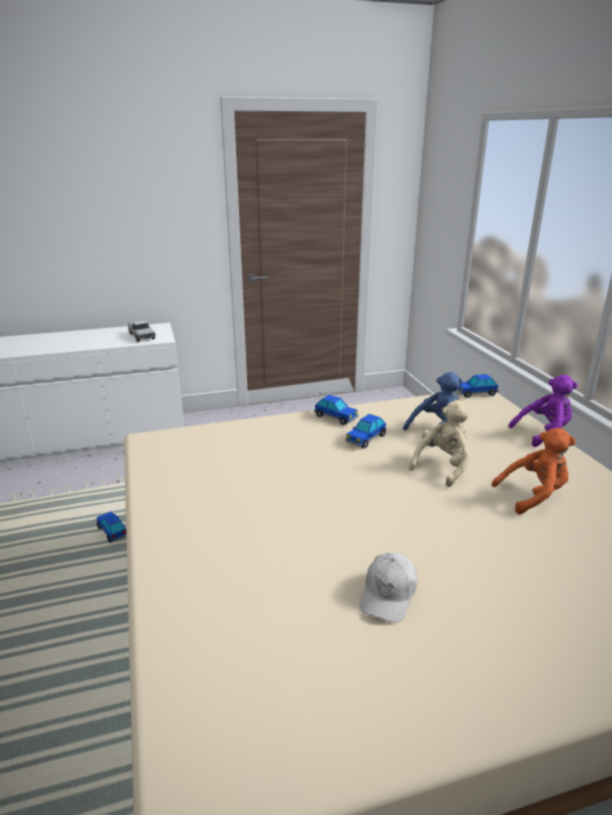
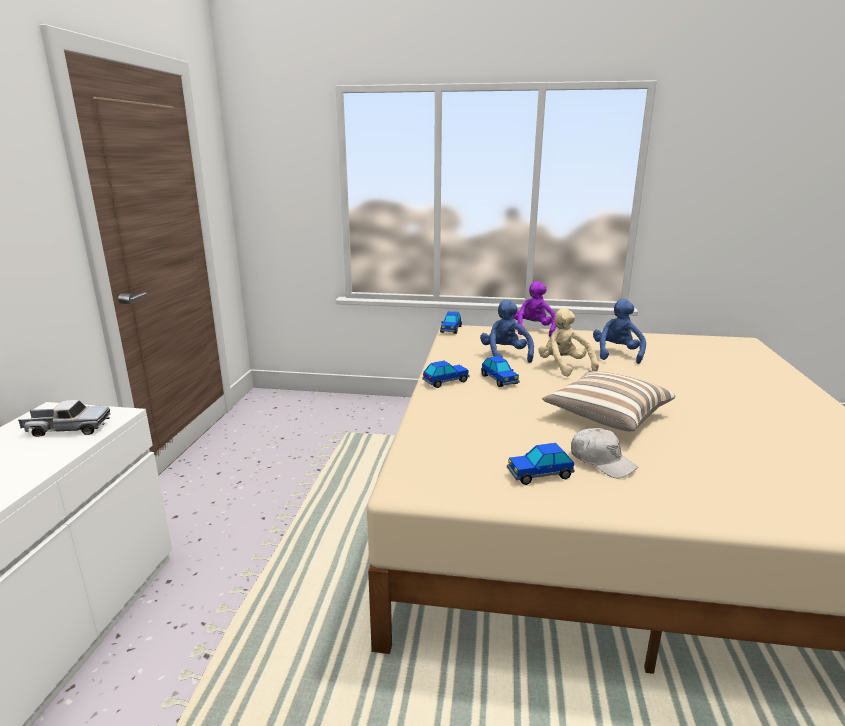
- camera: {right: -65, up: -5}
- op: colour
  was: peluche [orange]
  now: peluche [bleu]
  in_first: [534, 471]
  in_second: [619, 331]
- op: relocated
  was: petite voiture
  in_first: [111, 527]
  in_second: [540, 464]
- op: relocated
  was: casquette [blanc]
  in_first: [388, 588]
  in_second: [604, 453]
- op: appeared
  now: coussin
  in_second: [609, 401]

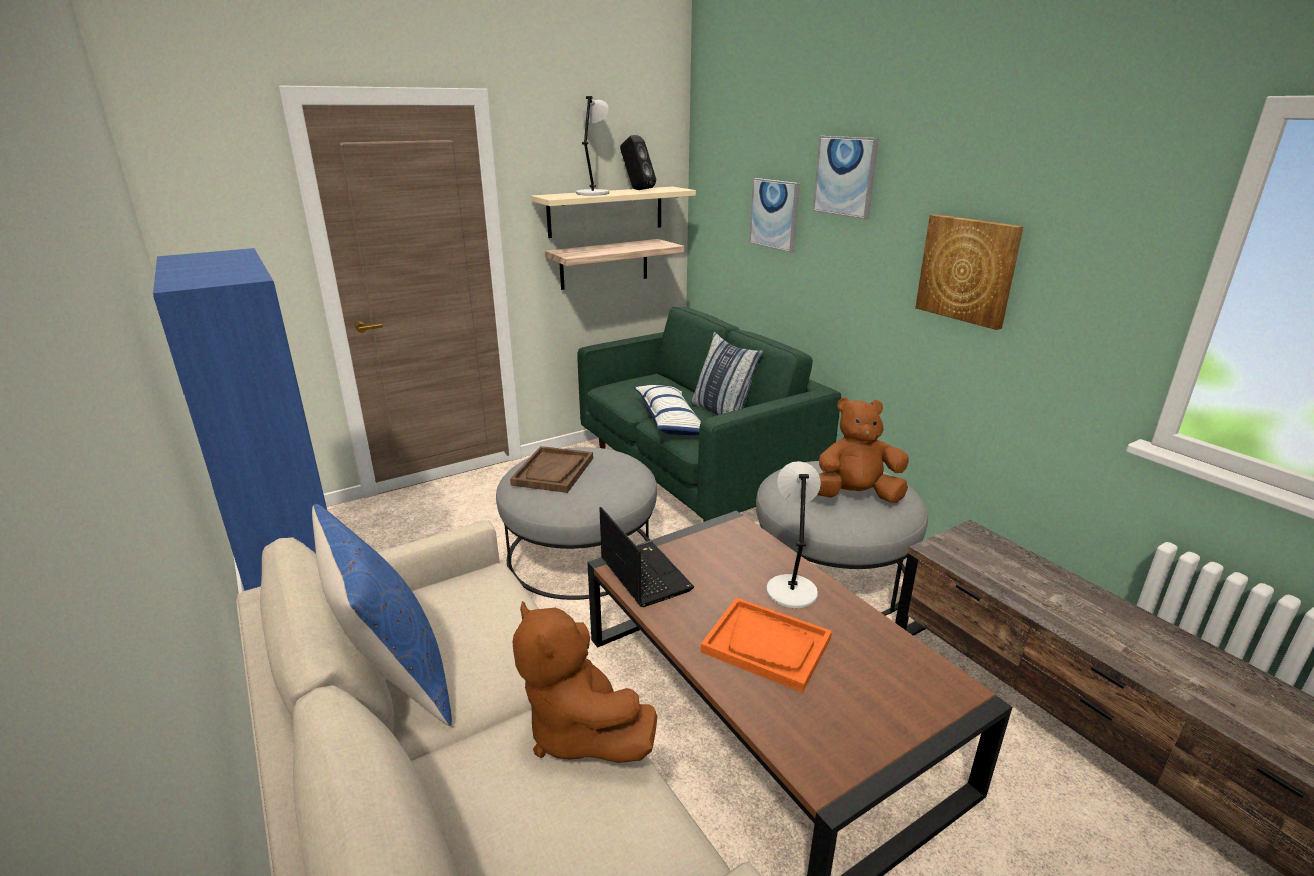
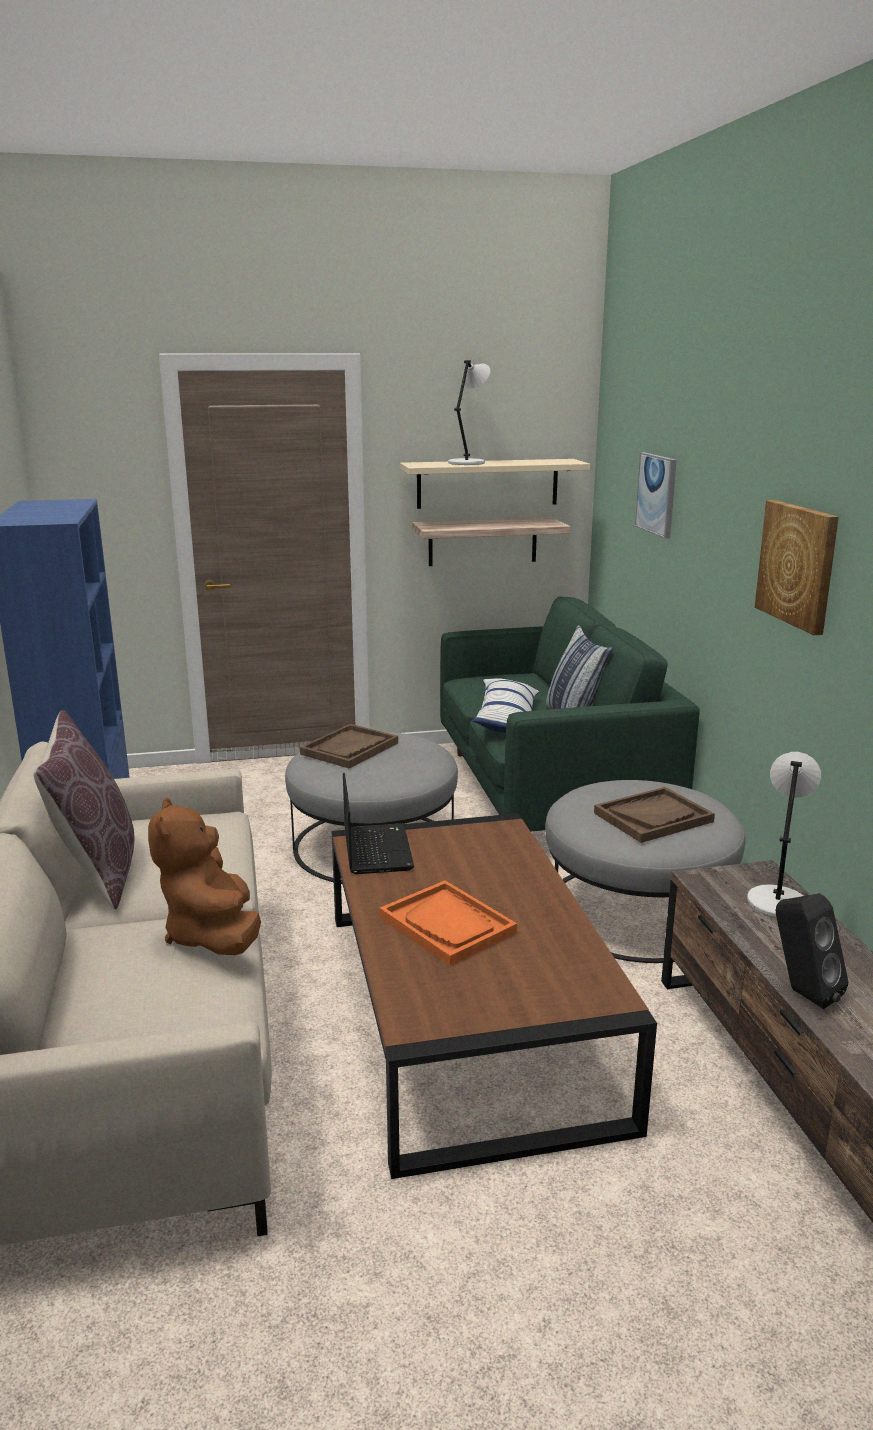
- camera: {right: 20, up: -5}
- op: relocated
  was: enceinte [noir]
  in_first: [638, 162]
  in_second: [812, 951]
- op: missing
  was: tableau
  in_first: [846, 177]
- op: exchanged
  was: peluche [marron]
  now: plateau [marron]
  in_first: [863, 450]
  in_second: [654, 815]
- op: relocated
  was: lampe de table [gris]
  in_first: [793, 534]
  in_second: [784, 834]
- op: colour
  was: coussin [bleu]
  now: coussin [marron]
  in_first: [382, 615]
  in_second: [84, 810]

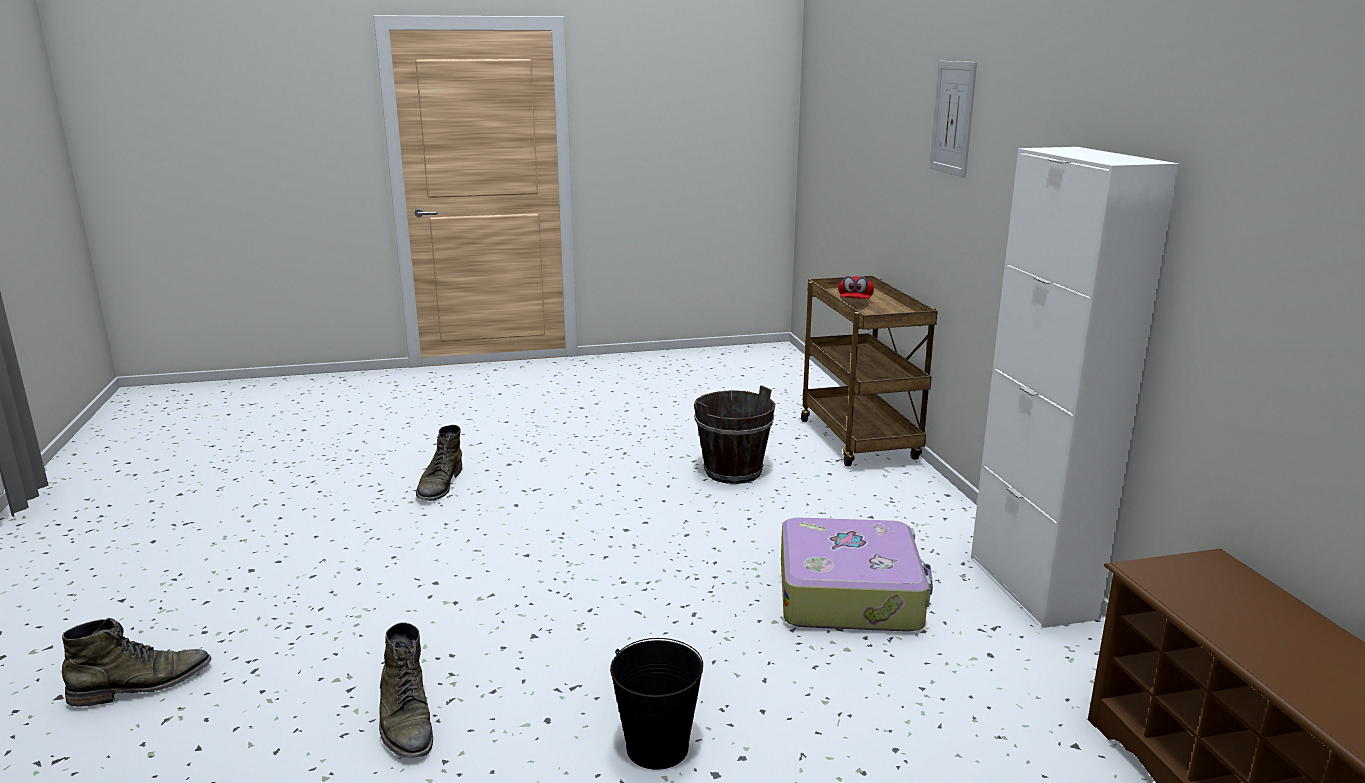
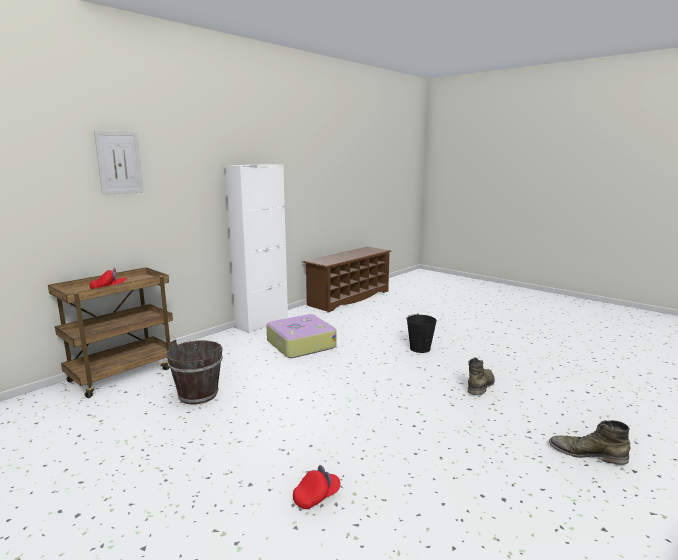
- camera: {right: -125, up: -5}
- op: exchanged
  was: botte [vert]
  now: casquette [rouge]
  in_first: [439, 463]
  in_second: [316, 487]

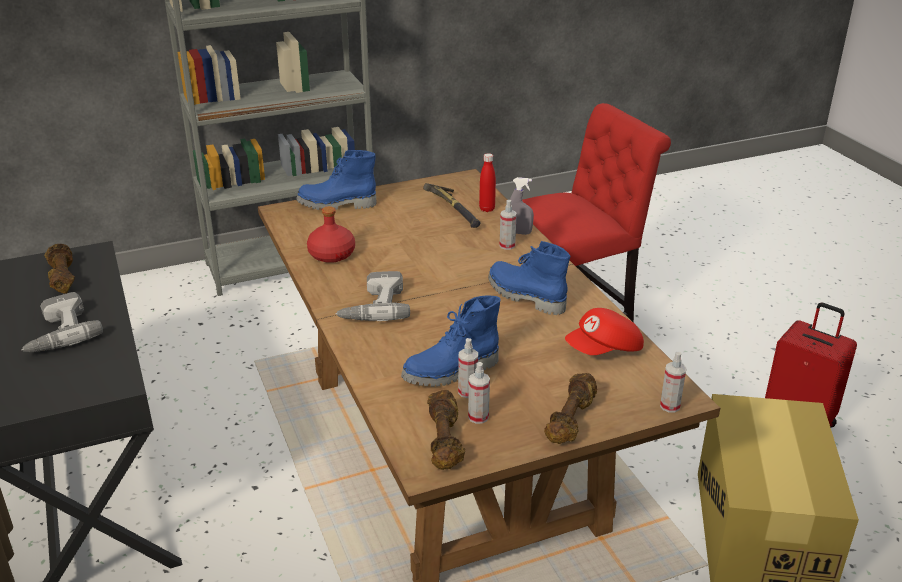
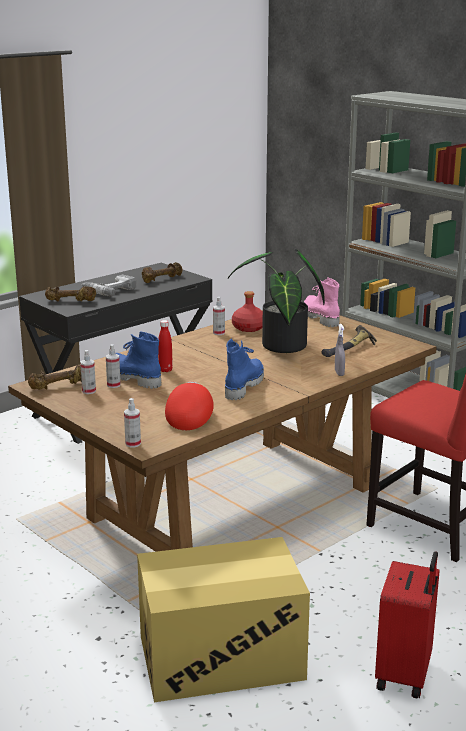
- camera: {right: 70, up: -10}
- op: colour
  was: botte [bleu]
  now: botte [rose]
  in_first: [336, 180]
  in_second: [322, 302]
- op: relocated
  was: bouteille [rouge]
  in_first: [487, 182]
  in_second: [165, 346]
- op: relocated
  was: vaporisateur
  in_first: [508, 225]
  in_second: [219, 316]
- op: missing
  was: perceuse
  in_first: [372, 296]
- op: spun
  was: casquette [rouge]
  in_first: [604, 331]
  in_second: [189, 405]
  clockwise: 60
- op: relocated
  was: haltère [marron]
  in_first: [570, 408]
  in_second: [70, 294]
- op: appeared
  now: plante en pot
  in_second: [276, 301]

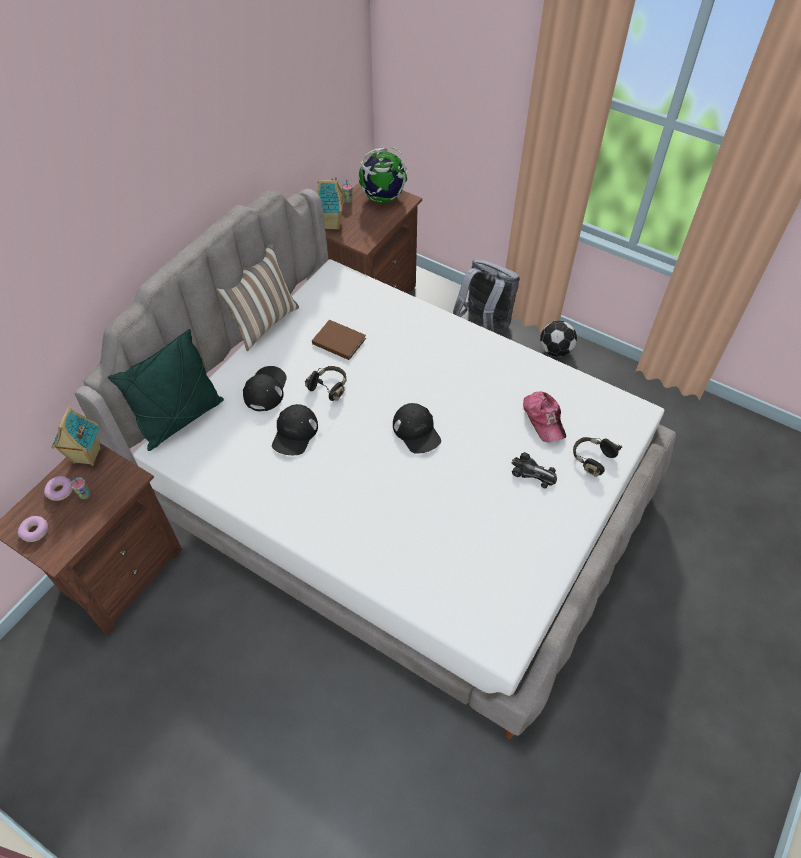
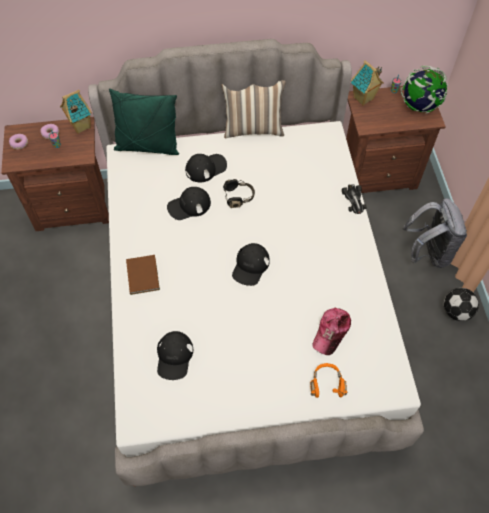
- camera: {right: 50, up: 5}
- op: relocated
  was: livre [marron]
  in_first: [339, 340]
  in_second: [143, 275]
- op: colour
  was: casque audio [noir]
  now: casque audio [orange]
  in_first: [597, 457]
  in_second: [328, 380]
- op: relocated
  was: petite voiture
  in_first: [534, 470]
  in_second: [354, 199]
- op: appeared
  now: casquette [noir]
  in_second: [175, 355]

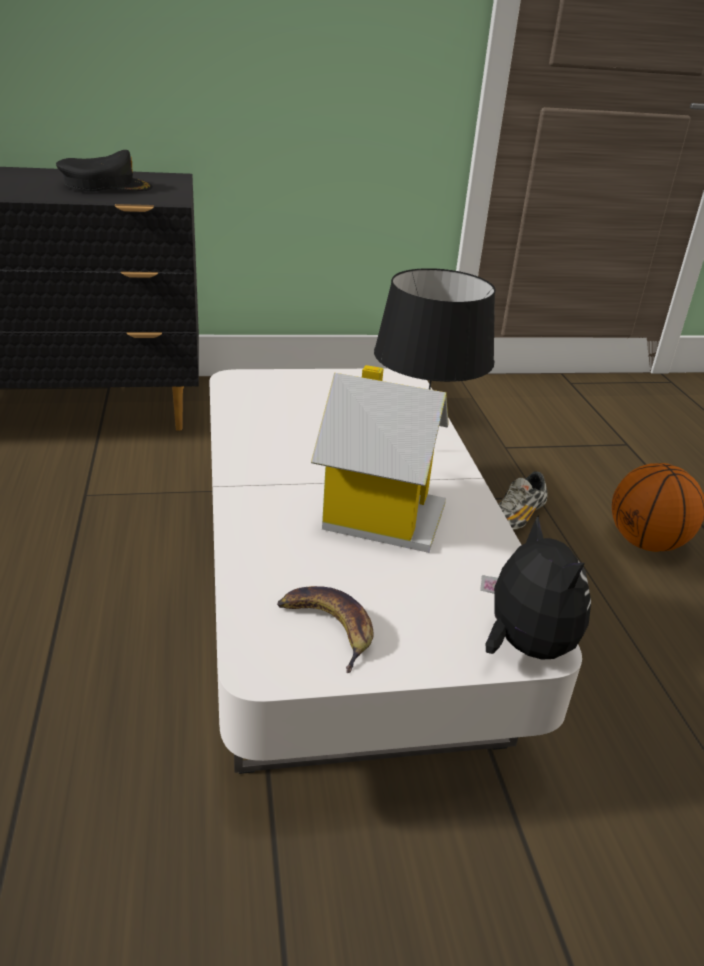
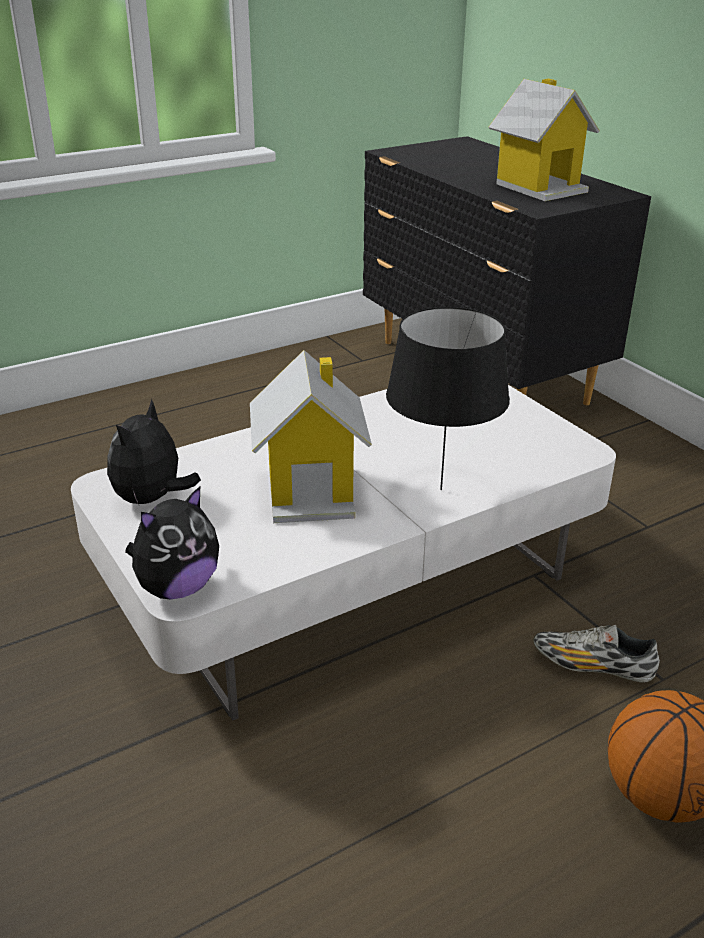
- camera: {right: 70, up: 0}
- op: exchanged
  was: casquette [noir]
  now: maison miniature
  in_first: [104, 171]
  in_second: [544, 140]
- op: exchanged
  was: banane
  now: peluche
  in_first: [325, 629]
  in_second: [154, 452]

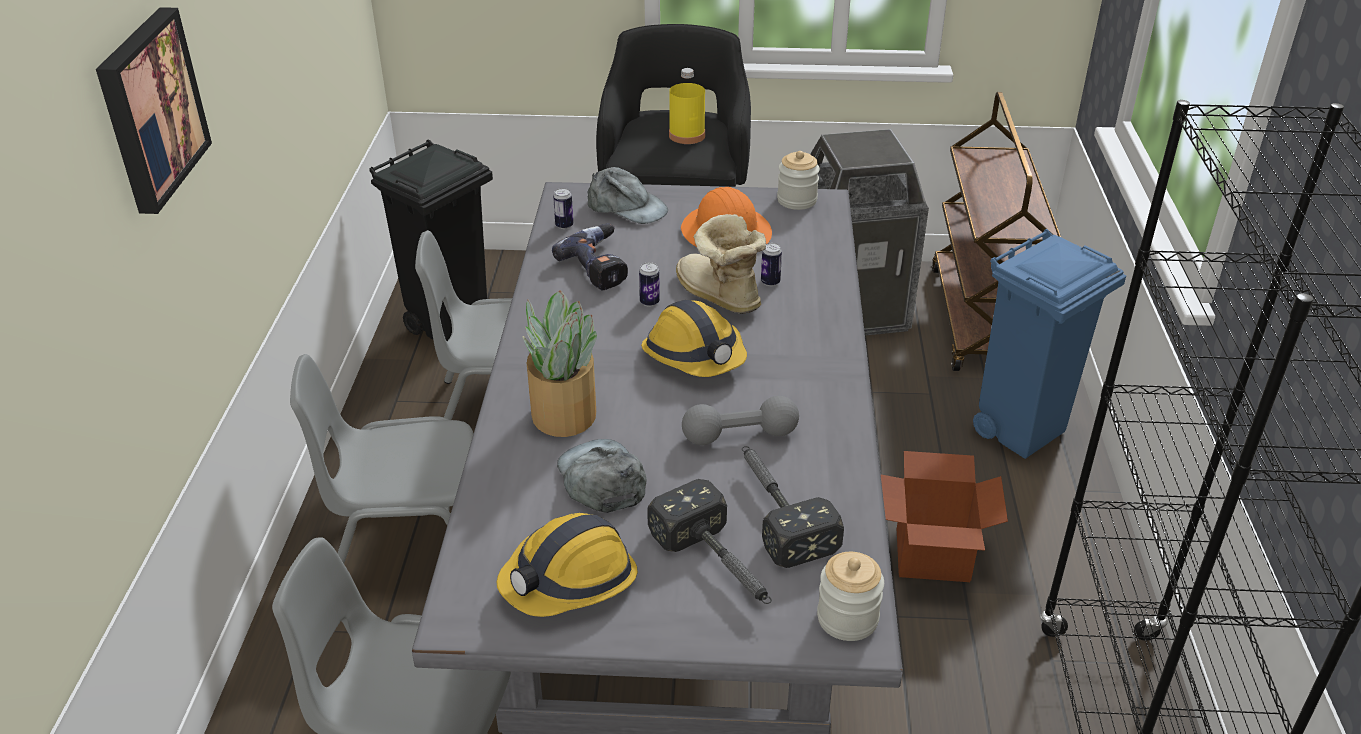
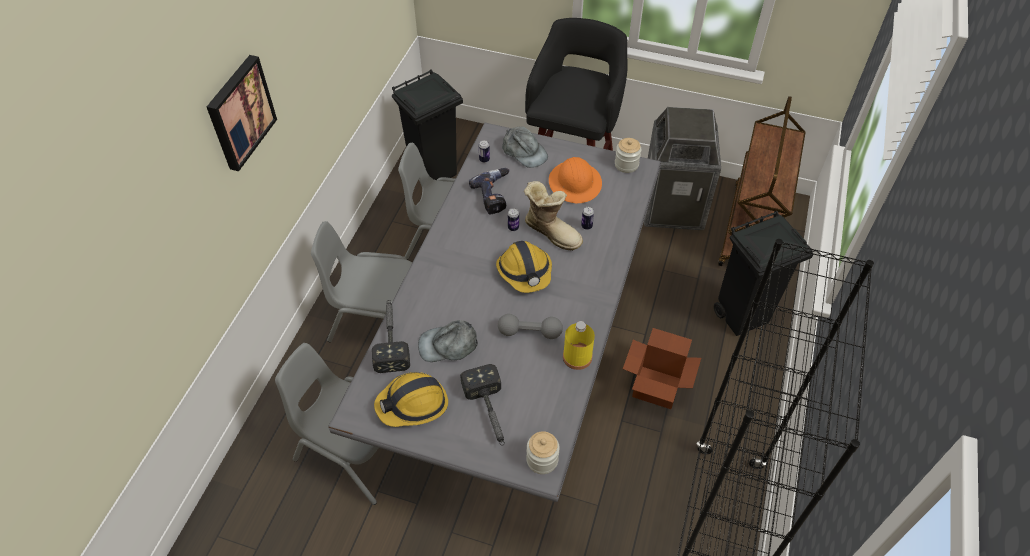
- camera: {right: 15, up: 15}
- op: relocated
  was: bouteille [jaune]
  in_first: [687, 106]
  in_second: [579, 345]
- op: spun
  was: botte
  in_first: [721, 264]
  in_second: [553, 216]
  clockwise: 150
- op: colour
  was: poubelle [bleu]
  now: poubelle [noir]
  in_first: [1049, 344]
  in_second: [764, 273]
- op: missing
  was: plante en pot
  in_first: [559, 364]
- op: spun
  was: casquette [gris]
  in_first: [601, 476]
  in_second: [448, 341]
  clockwise: -90
- op: relocated
  was: marteau
  in_first: [793, 507]
  in_second: [391, 336]

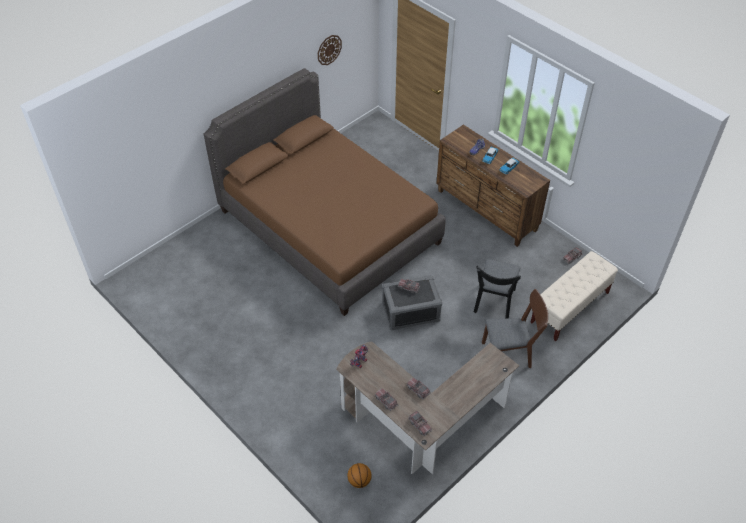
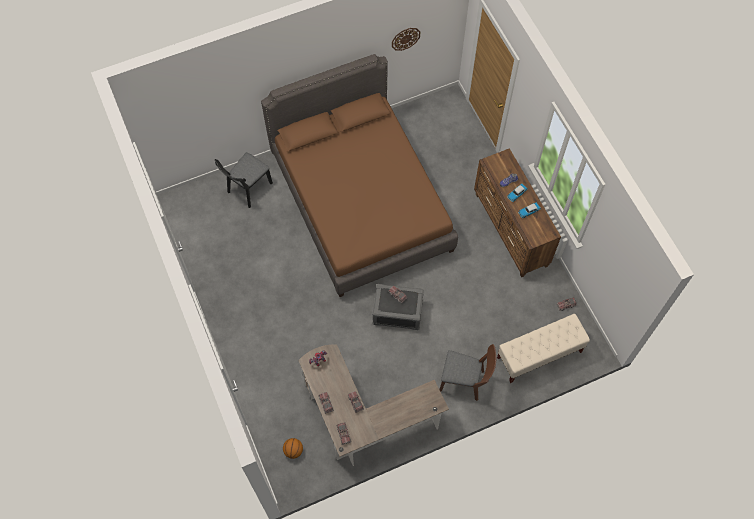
- camera: {right: 20, up: 15}
- op: relocated
  was: chaise [noir]
  in_first: [497, 288]
  in_second: [244, 180]

